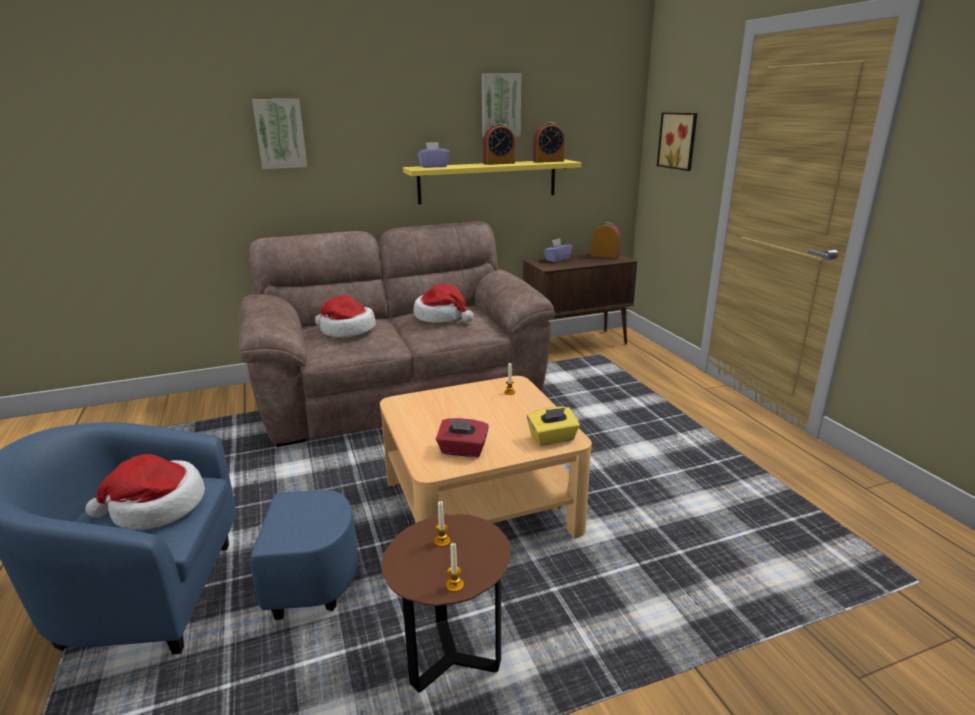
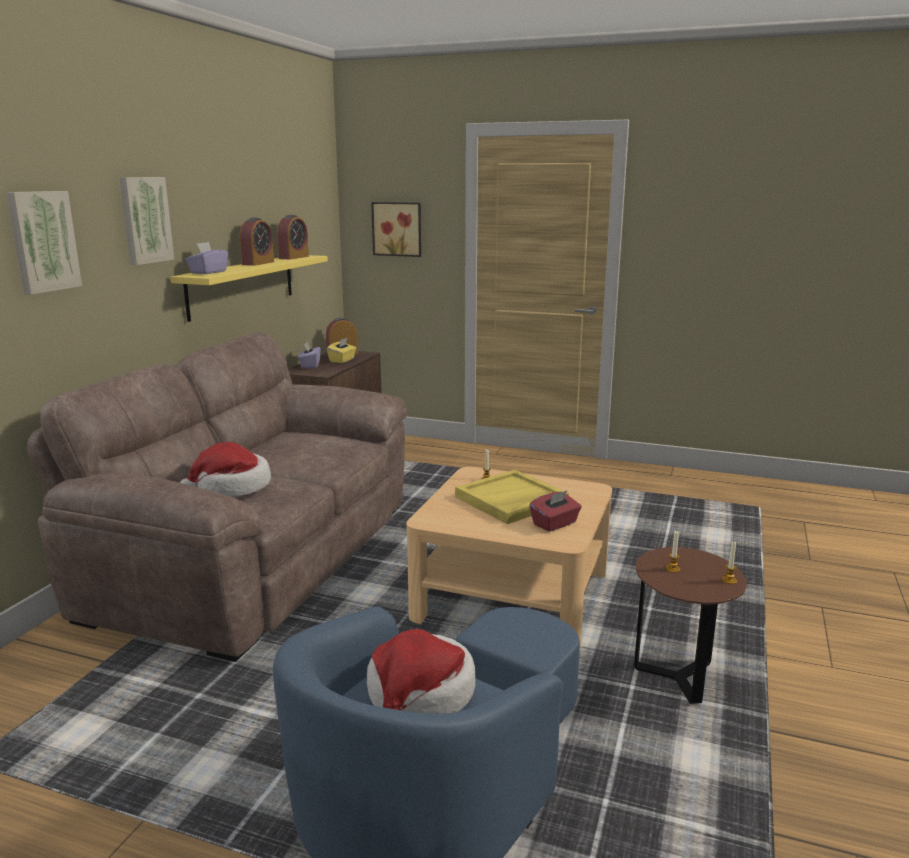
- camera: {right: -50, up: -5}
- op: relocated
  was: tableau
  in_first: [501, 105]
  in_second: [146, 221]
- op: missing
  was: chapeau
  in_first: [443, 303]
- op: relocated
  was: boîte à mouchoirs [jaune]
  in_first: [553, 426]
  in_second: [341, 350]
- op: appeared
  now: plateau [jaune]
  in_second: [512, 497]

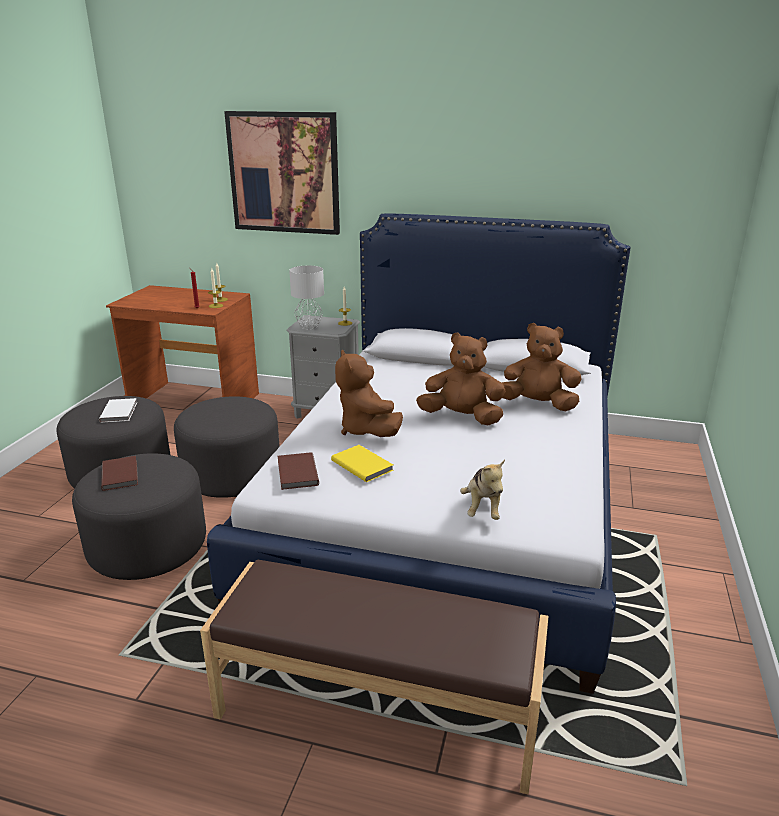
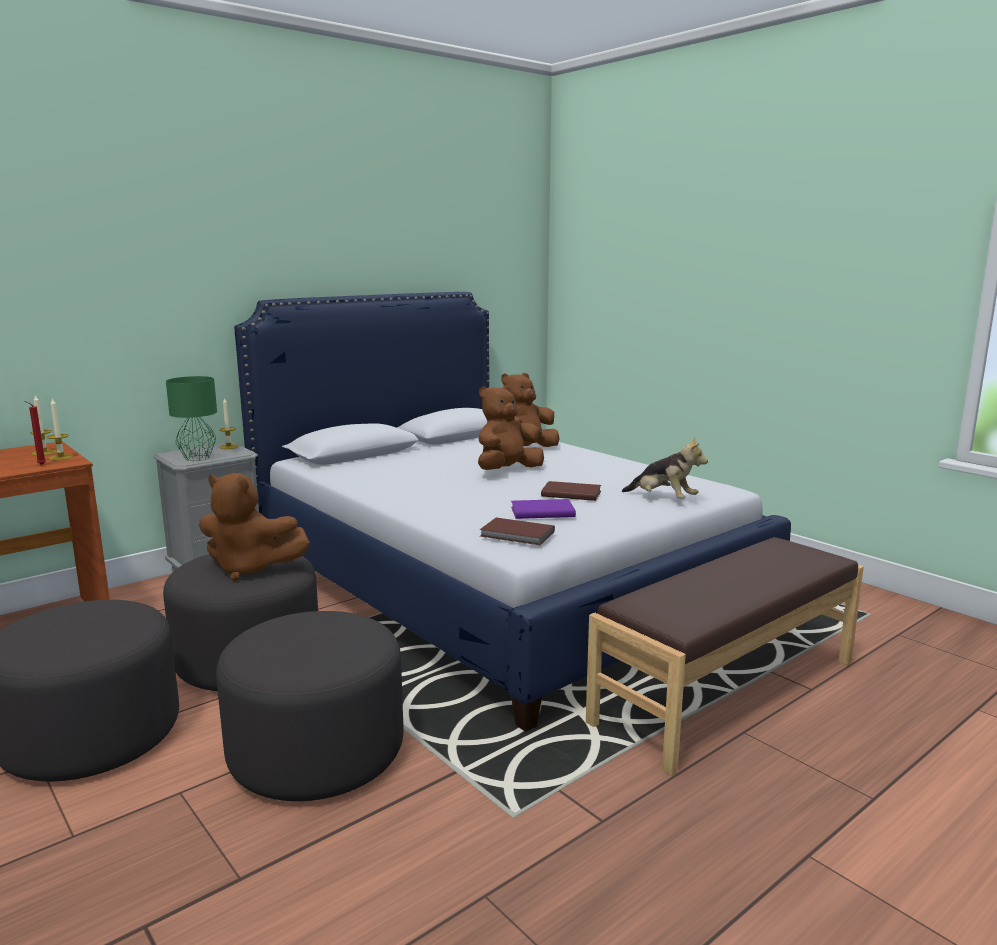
- camera: {right: -55, up: -10}
- op: missing
  was: tableau
  in_first: [282, 173]
- op: colour
  was: lampe de table [gris]
  now: lampe de table [vert]
  in_first: [306, 298]
  in_second: [191, 418]
- op: relocated
  was: peluche [marron]
  in_first: [369, 393]
  in_second: [254, 527]
- op: missing
  was: livre [blanc]
  in_first: [118, 410]
- op: colour
  was: livre [jaune]
  now: livre [violet]
  in_first: [362, 463]
  in_second: [543, 509]
- op: relocated
  was: livre [marron]
  in_first: [119, 473]
  in_second: [571, 491]

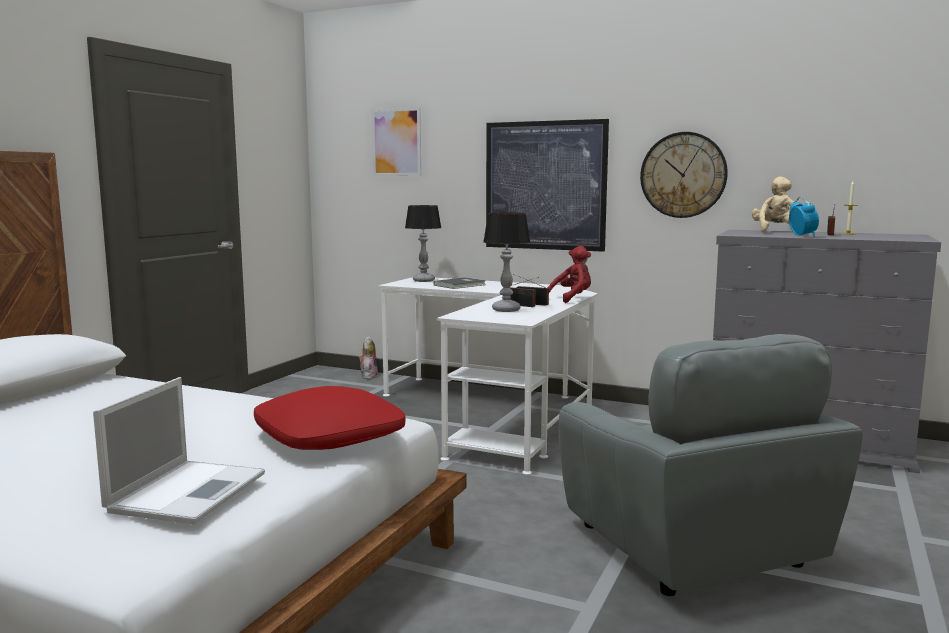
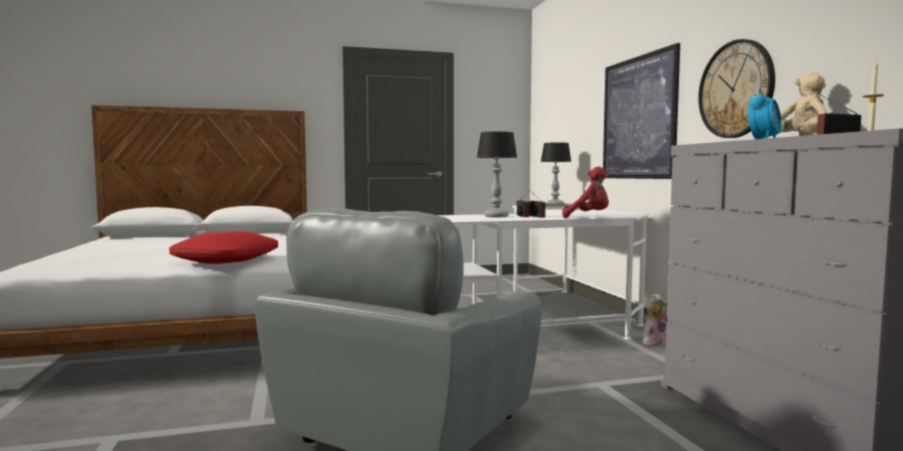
- camera: {right: 50, up: -5}
- op: missing
  was: tableau
  in_first: [396, 141]
- op: relocated
  was: peluche
  in_first: [368, 357]
  in_second: [655, 319]
- op: missing
  was: ordinateur portable
  in_first: [179, 450]

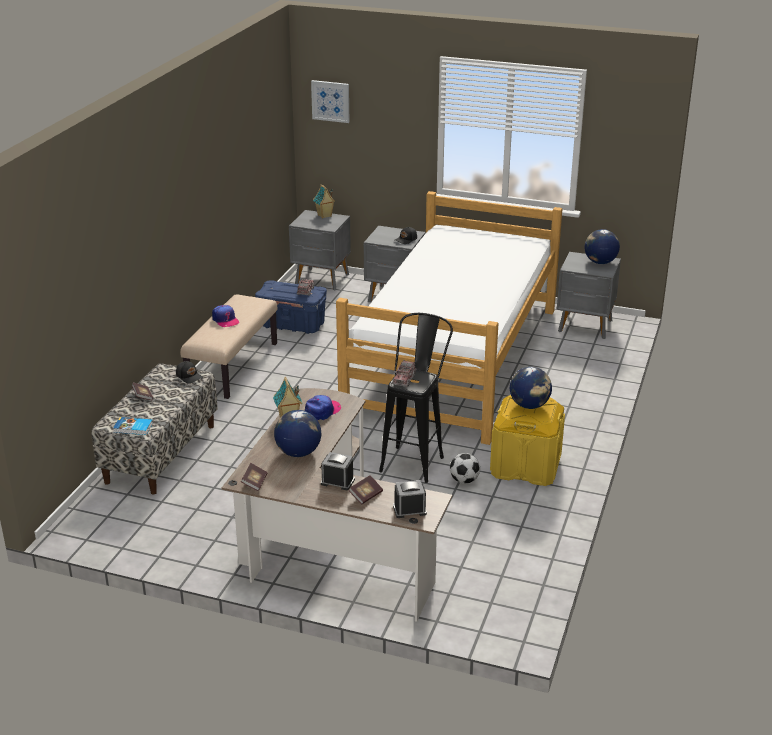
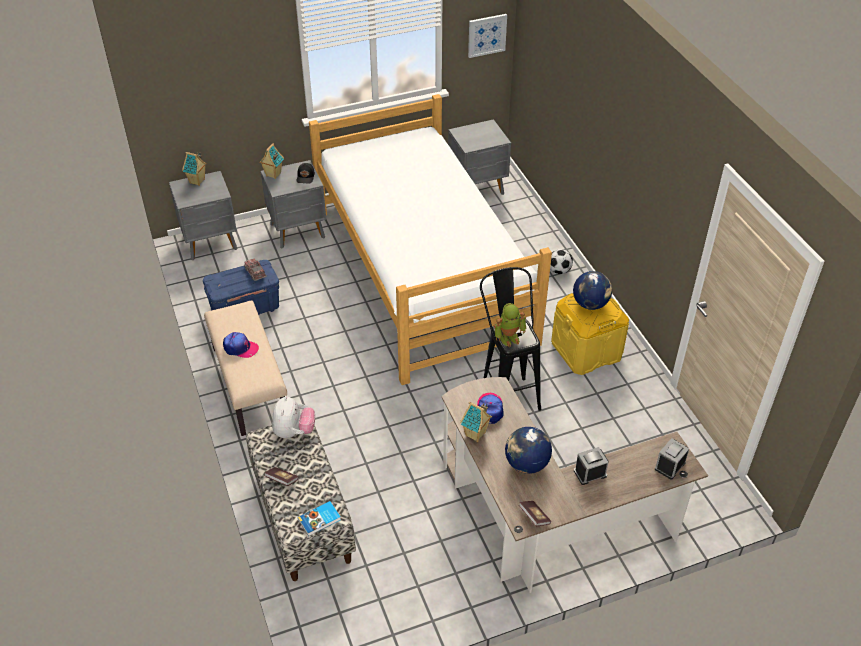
- camera: {right: -40, up: 15}
- op: relocated
  was: tableau
  in_first: [330, 101]
  in_second: [487, 36]
- op: missing
  was: globe
  in_first: [602, 246]
- op: exchanged
  was: camion jouet
  now: robot jouet
  in_first: [404, 373]
  in_second: [510, 325]
- op: exchanged
  was: casquette [noir]
  now: peluche
  in_first: [189, 372]
  in_second: [293, 417]
- op: relocated
  was: ballon de foot
  in_first: [465, 468]
  in_second: [561, 261]
- op: missing
  was: livre
  in_first: [365, 489]
- op: appeared
  now: maison miniature
  in_second: [271, 161]

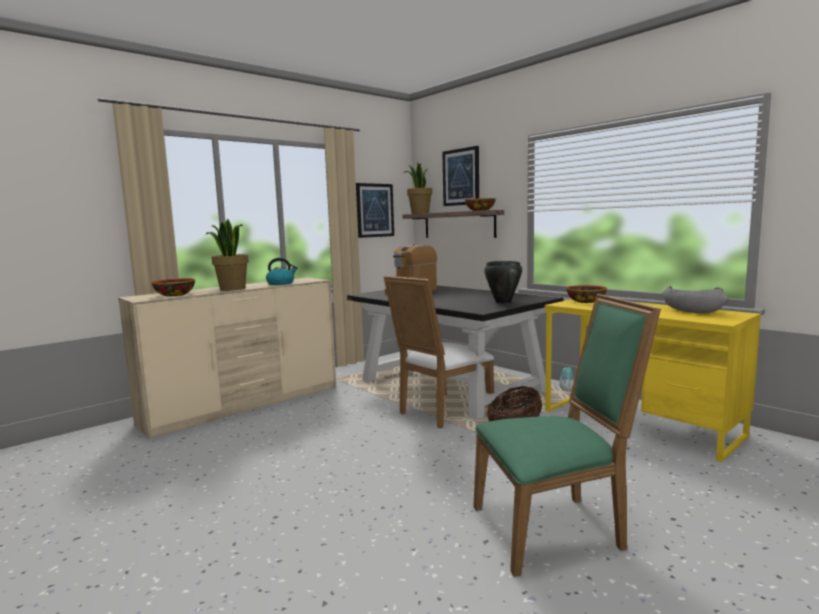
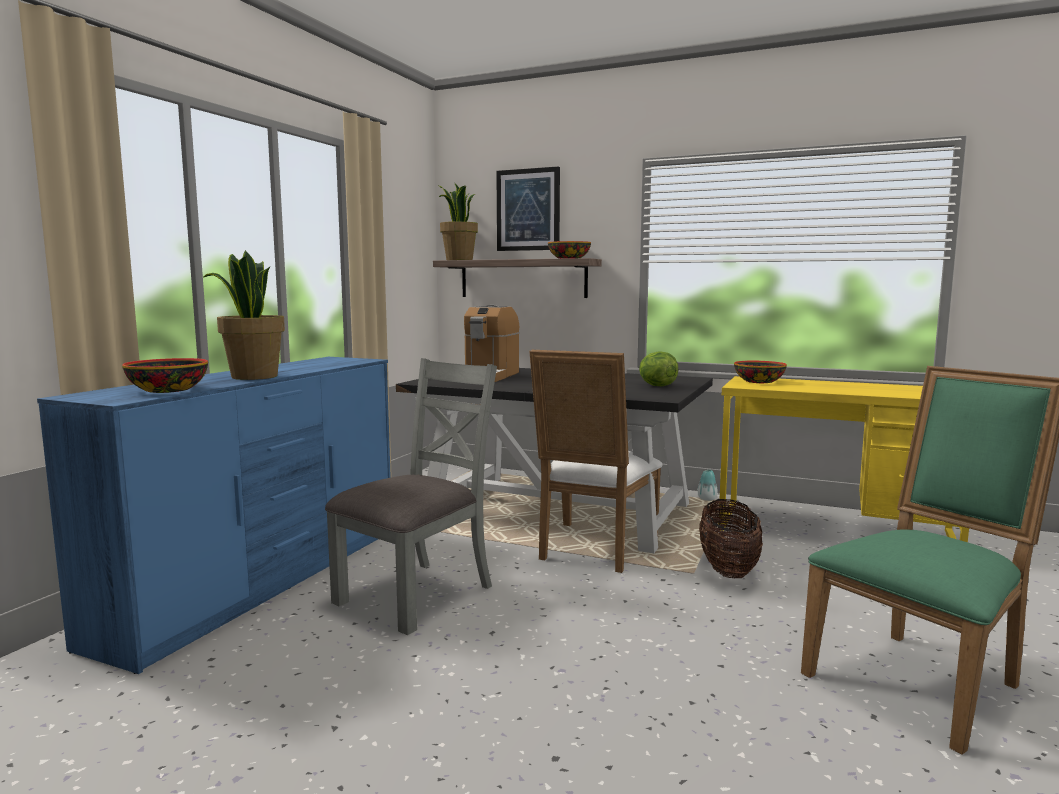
- camera: {right: -25, up: 0}
- op: missing
  was: tableau
  in_first: [375, 210]
- op: missing
  was: bouilloire
  in_first: [282, 271]
- op: exchanged
  was: marmite [noir]
  now: laitue
  in_first: [503, 282]
  in_second: [658, 369]
- op: colour
  was: commode [beige]
  now: commode [bleu]
  in_first: [227, 358]
  in_second: [214, 515]
- op: missing
  was: bol [gris]
  in_first: [695, 299]
- op: appeared
  now: chaise [gris]
  in_second: [411, 496]

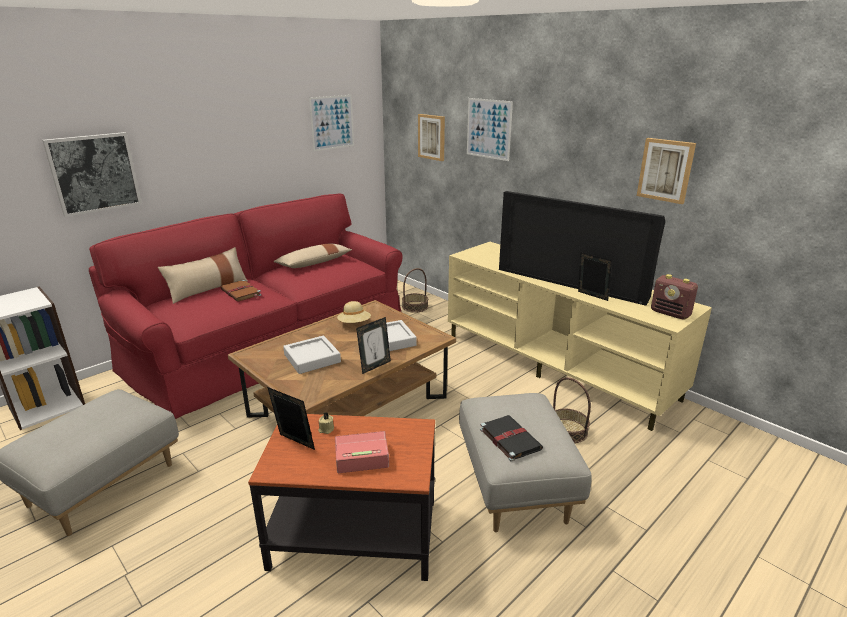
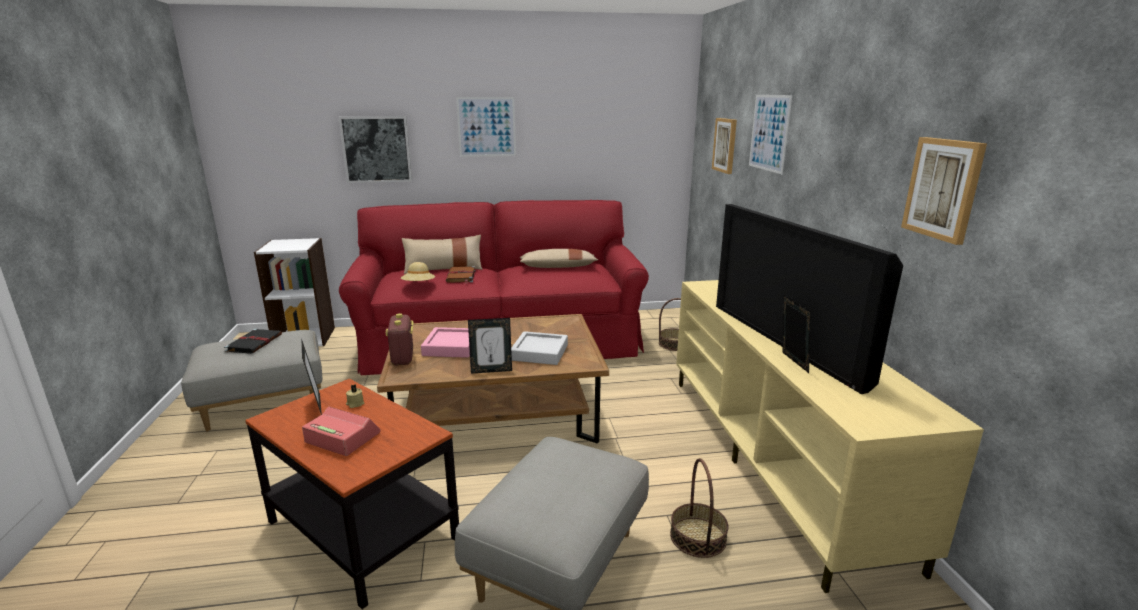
- camera: {right: 35, up: -5}
- op: relocated
  was: tableau
  in_first: [331, 123]
  in_second: [486, 127]
- op: relocated
  was: radio
  in_first: [674, 297]
  in_second: [400, 339]
- op: relocated
  was: chapeau [beige]
  in_first: [354, 312]
  in_second: [418, 271]
- op: colour
  was: plateau [gris]
  now: plateau [rose]
  in_first: [312, 354]
  in_second: [445, 342]
- op: relocated
  was: livre [noir]
  in_first: [511, 438]
  in_second: [253, 341]

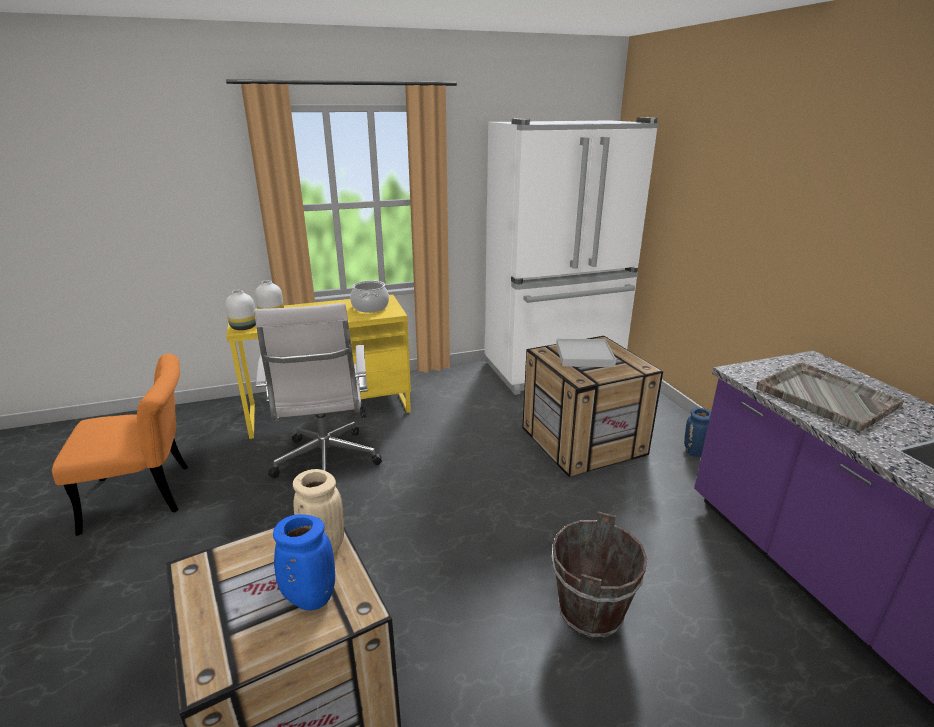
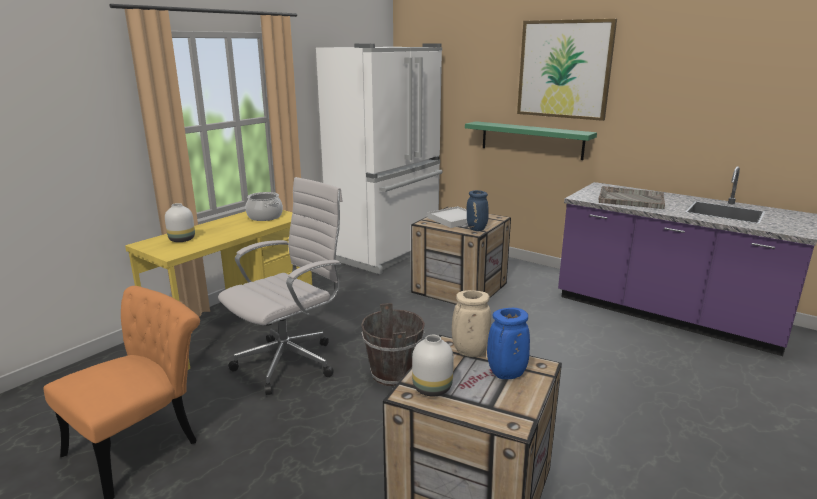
- camera: {right: -35, up: -5}
- op: relocated
  was: vase [blanc]
  in_first: [240, 310]
  in_second: [433, 366]
- op: spun
  was: chaise de bureau [blanc]
  in_first: [318, 391]
  in_second: [280, 286]
  clockwise: -90
- op: relocated
  was: vase [bleu]
  in_first: [697, 432]
  in_second: [478, 210]
- op: relocated
  was: seau [marron]
  in_first: [599, 575]
  in_second: [393, 344]
- op: appeared
  now: tableau
  in_second: [567, 70]
- op: appeared
  now: étagère [vert]
  in_second: [531, 140]

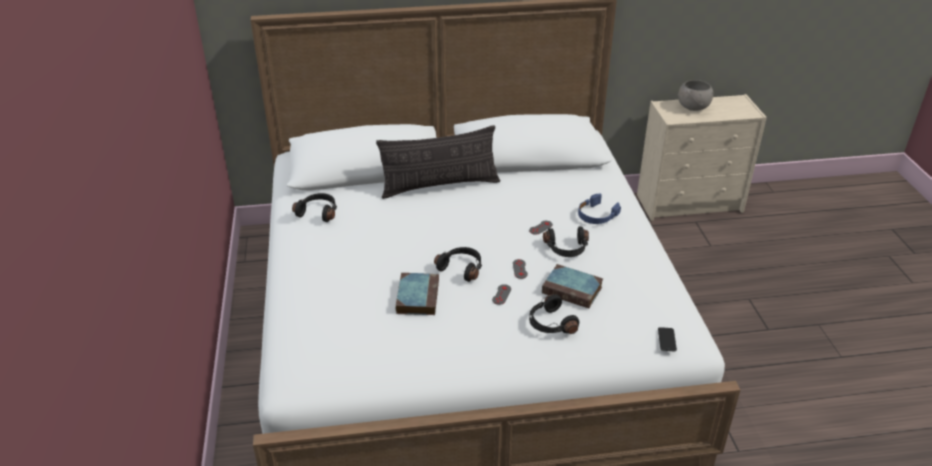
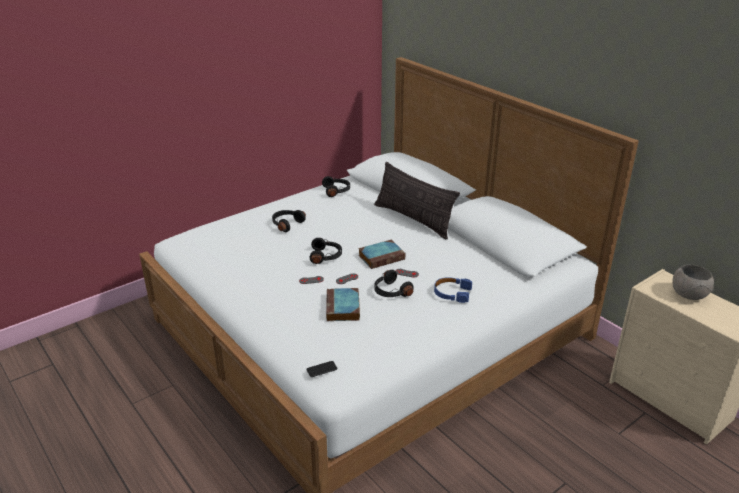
- camera: {right: 60, up: -5}
- op: relocated
  was: livre
  in_first: [417, 294]
  in_second: [381, 254]
- op: relocated
  was: casque audio [noir]
  in_first: [554, 314]
  in_second: [289, 221]

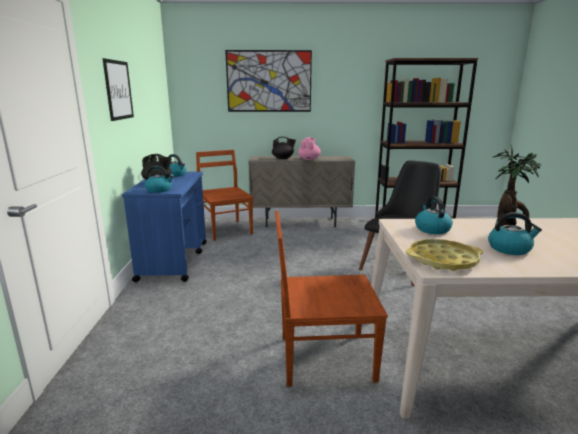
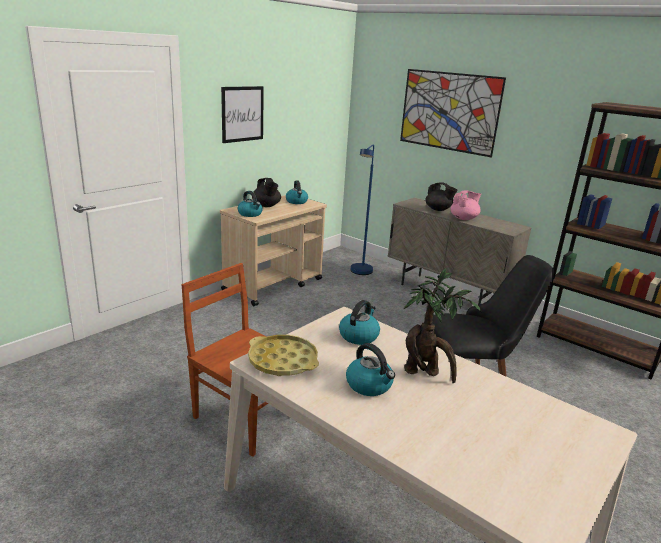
- camera: {right: 40, up: 5}
- op: exchanged
  was: chaise [marron]
  now: lampadaire [bleu]
  in_first: [224, 195]
  in_second: [362, 209]
- op: colour
  was: chariot [bleu]
  now: chariot [beige]
  in_first: [164, 227]
  in_second: [273, 250]

